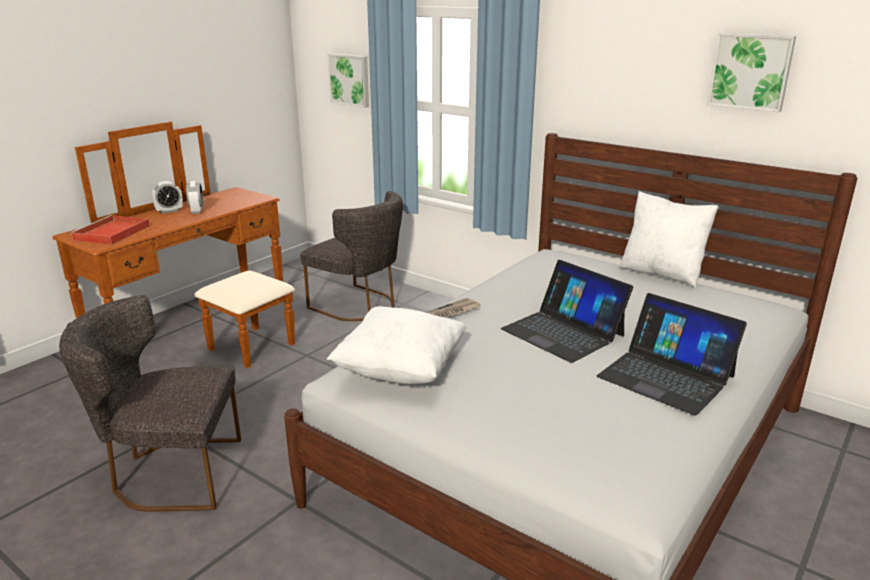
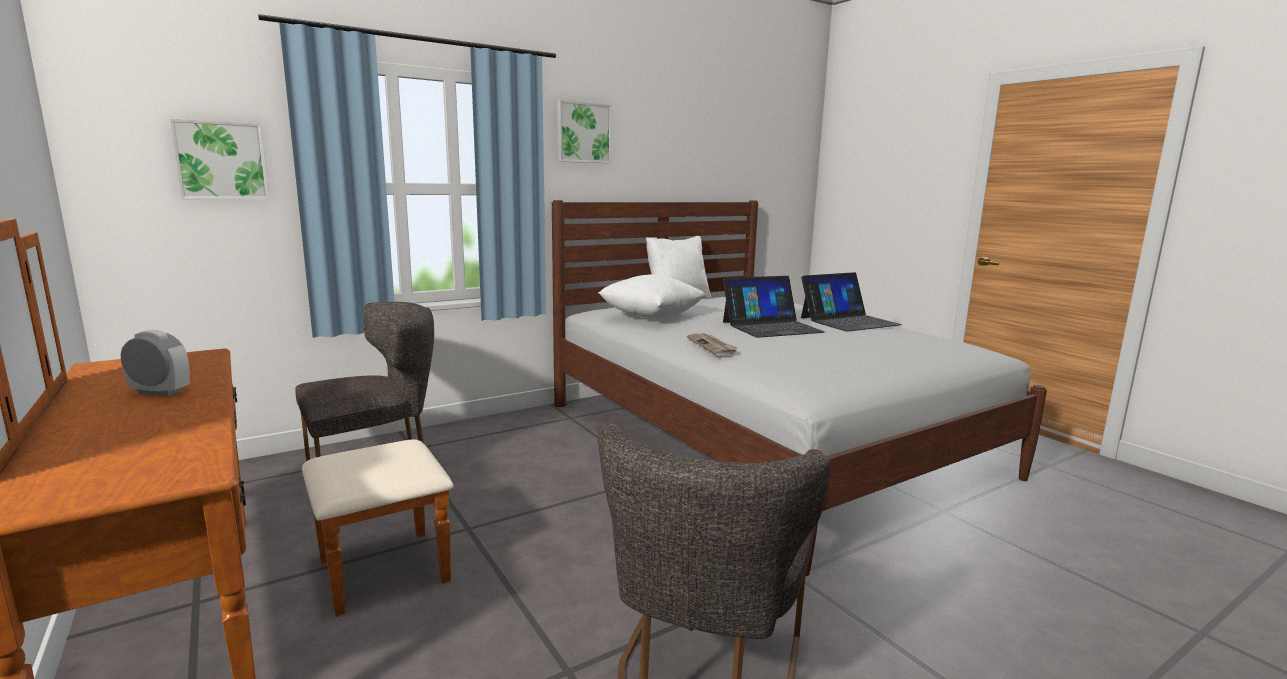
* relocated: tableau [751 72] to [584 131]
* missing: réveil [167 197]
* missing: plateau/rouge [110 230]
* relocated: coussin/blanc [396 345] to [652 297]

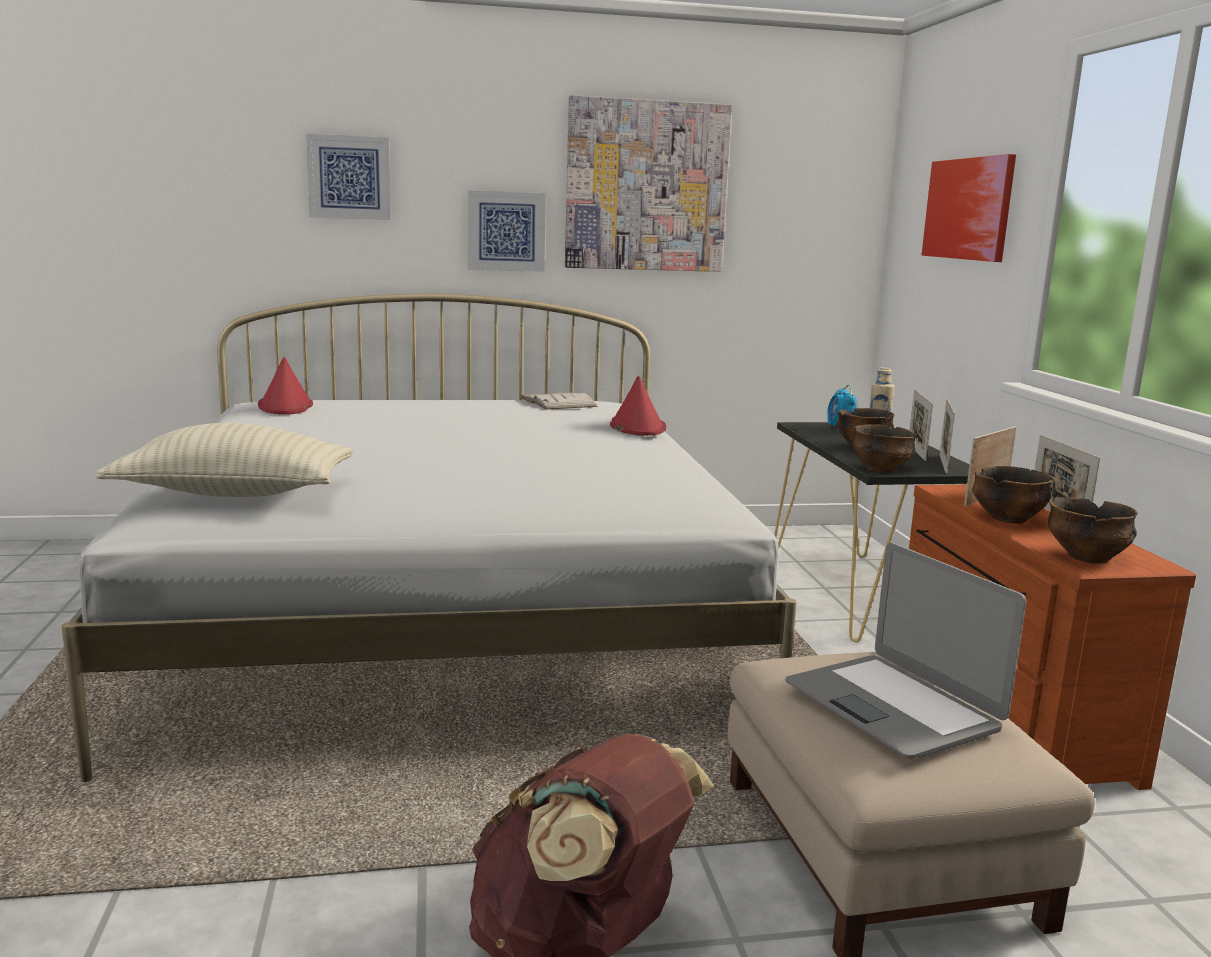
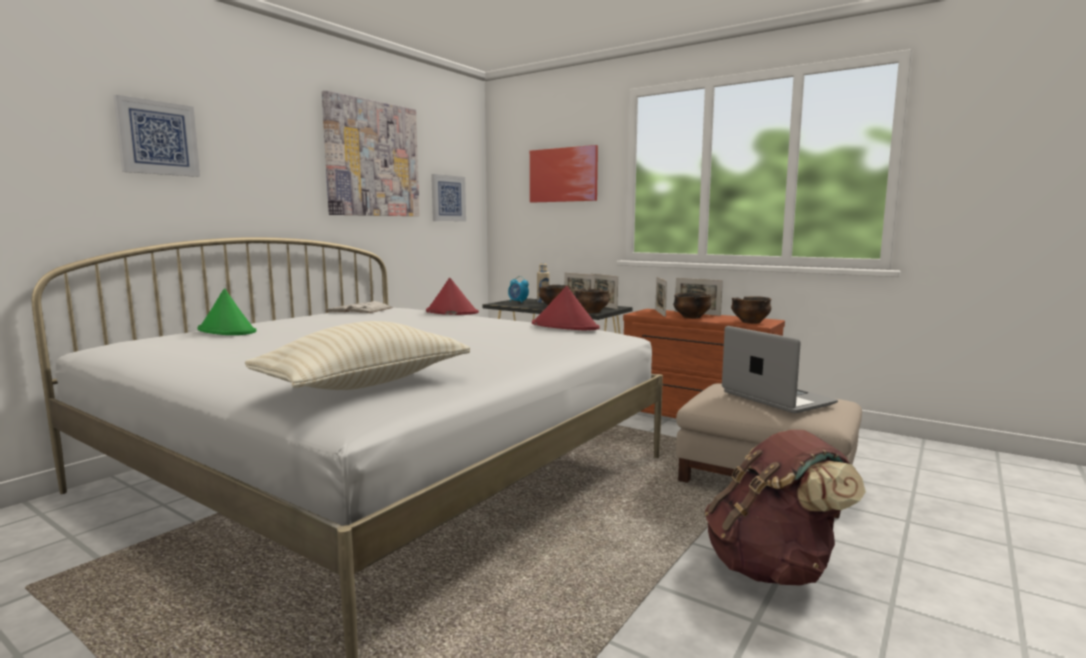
* relocated: tableau [507 231] to [448 197]
* relocated: chapeau/rouge [285 386] to [565 308]
* spun: ordinateur portable [906 650] = [780 370] 135 degrees counterclockwise
* appeared: chapeau/vert [226 311]

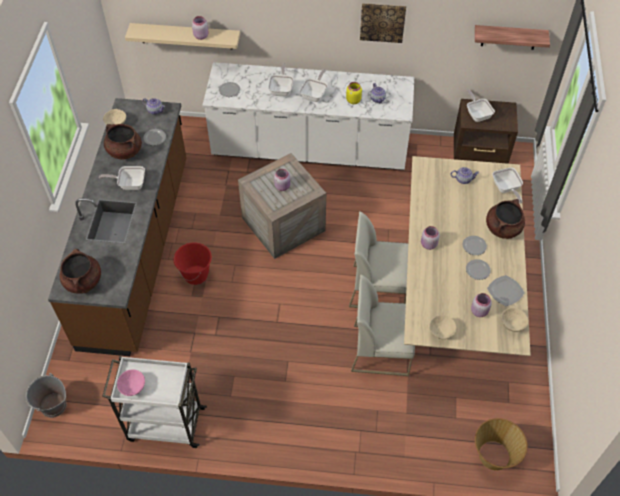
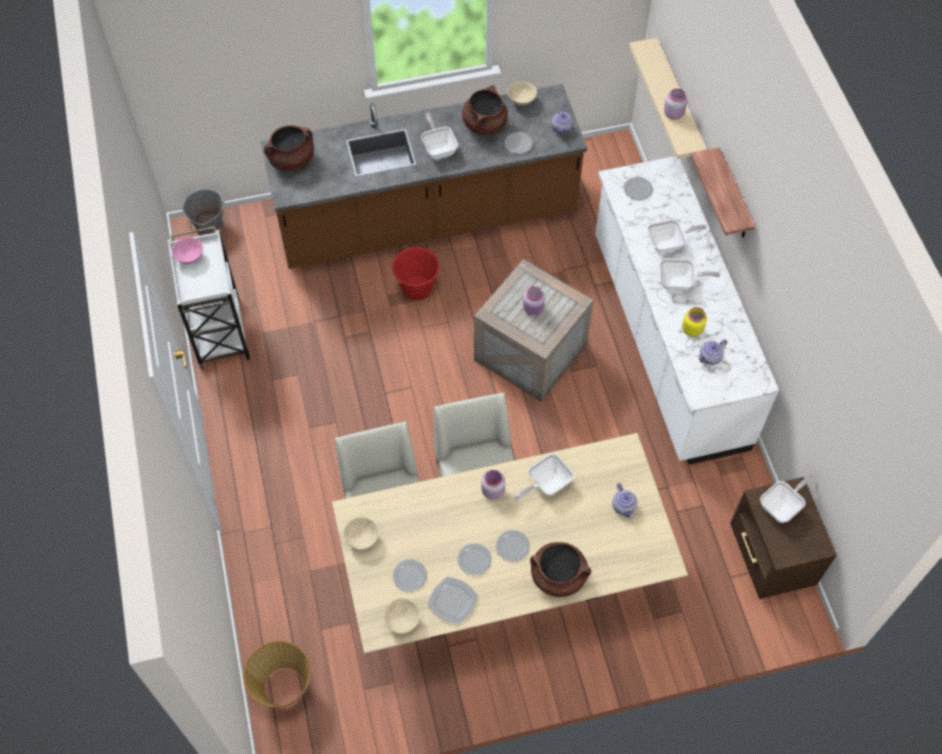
* missing: tableau [383 23]
* relocated: étagère [512 37] to [723 192]
* relocated: poêle [507 185] to [544 477]
* exchanged: bocal/rose [481 305] to assiette [410 575]

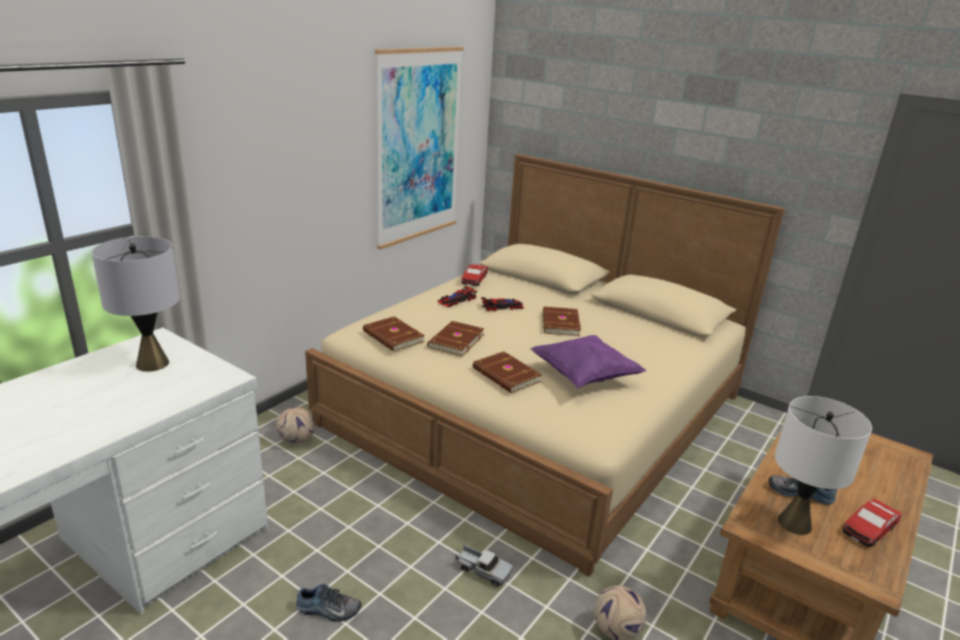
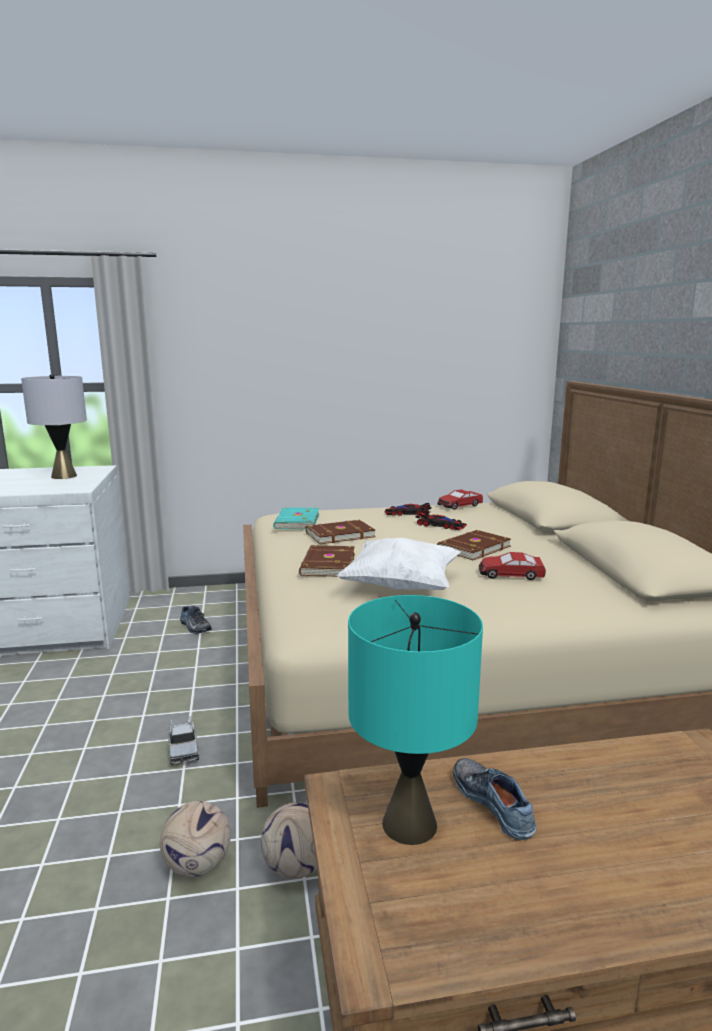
* missing: tableau [419 148]
* colour: livre/marron [394 334] to livre/turquoise [296 518]
* colour: coussin/violet [588 361] to coussin/blanc [399 564]
* colour: lampe de table/blanc [823 465] to lampe de table/turquoise [415 720]
* relocated: ballon de foot [295 425] to [289 840]
* relocated: petite voiture [872 522] to [512 566]
* relocated: chaussure [328 603] to [196 620]

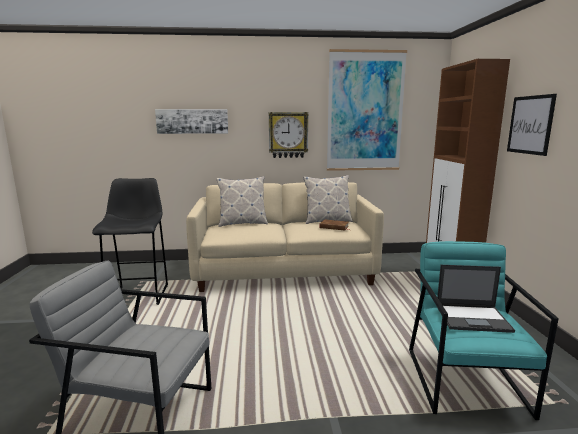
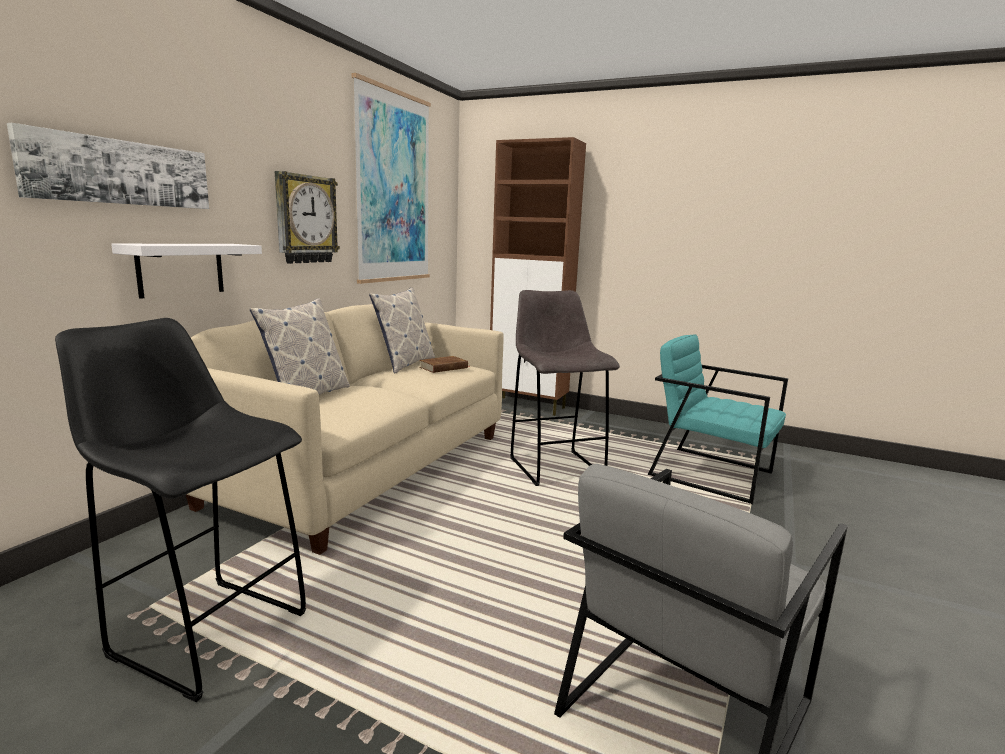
* missing: tableau [532 125]
* missing: ordinateur portable [476 299]
* appeared: étagère/blanc [186 271]
* appeared: tabouret/gris [565 388]

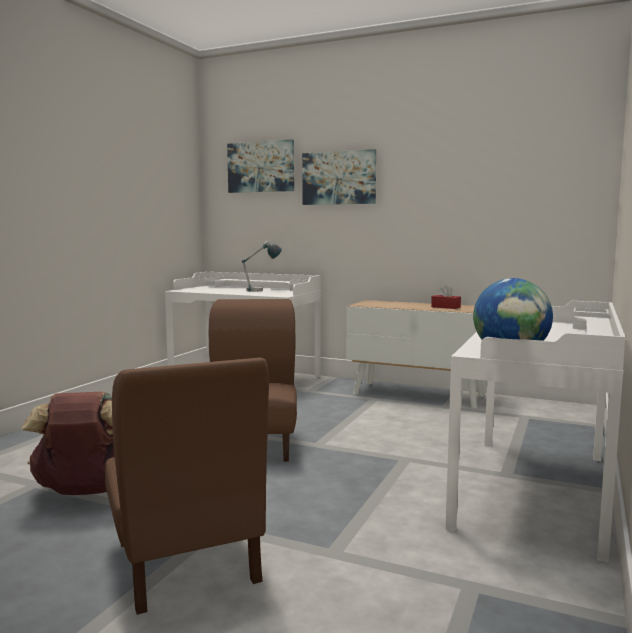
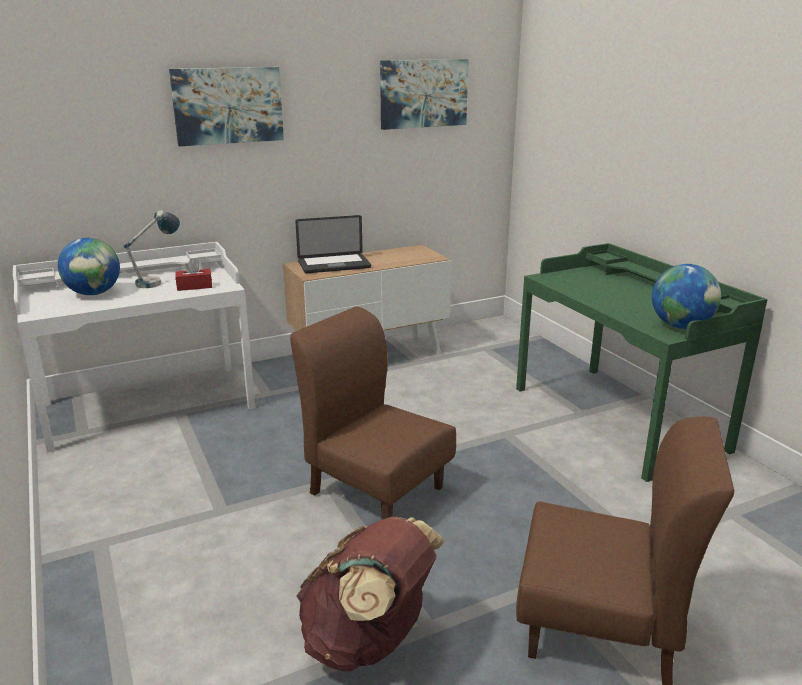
* relocated: tableau [260 166] to [424 94]
* relocated: boîte à mouchoirs/rouge [446 297] to [193 275]
* colour: bureau/blanc [535 432] to bureau/vert [642 362]
* appeared: ordinateur portable [333 244]
* appeared: globe [89 266]

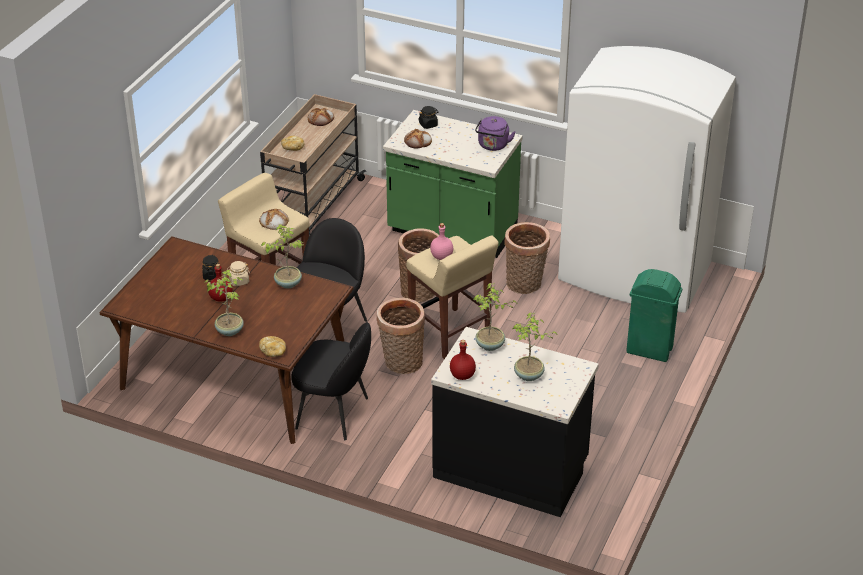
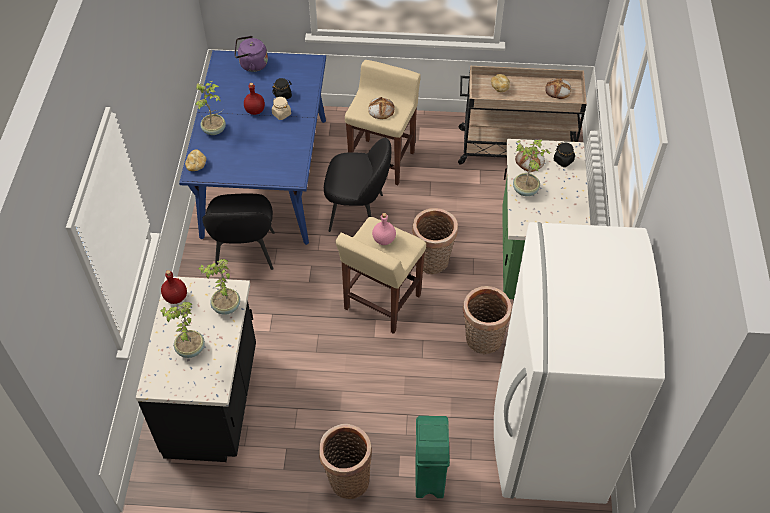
* relocated: bouilloire/violet [495 133] to [251 54]
* relocated: plante en pot [282 256] to [531 167]
* colour: table à manger/marron [227 340] to table à manger/bleu [252 147]
* relocated: panier [400 336] to [345 461]

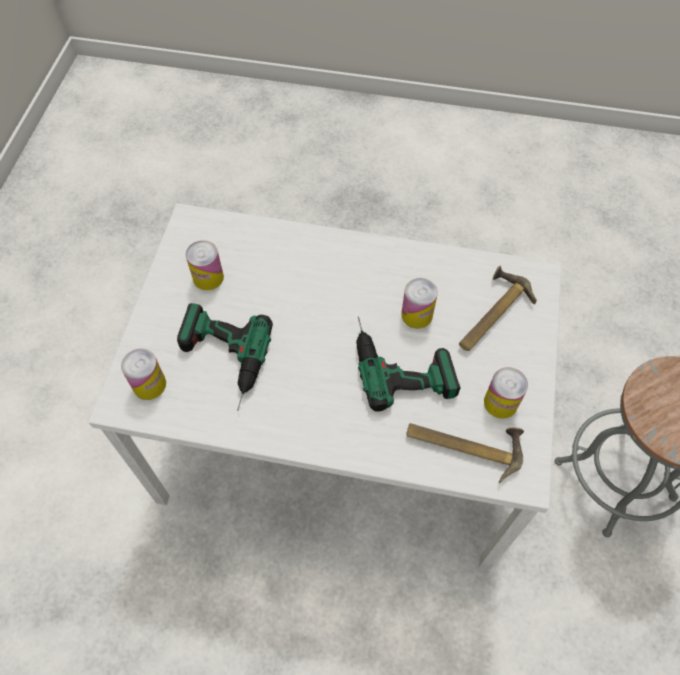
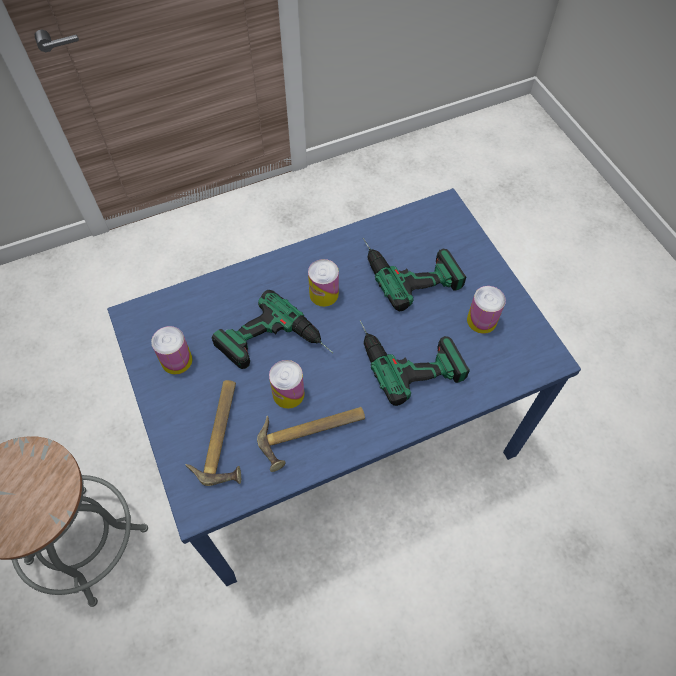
* colour: table à manger/blanc [325 386] to table à manger/bleu [344 387]
* relocated: boîte métallique [143 374] to [323 283]
* relocated: marteau [465 453] to [311 439]
* appeared: perceuse [414 363]

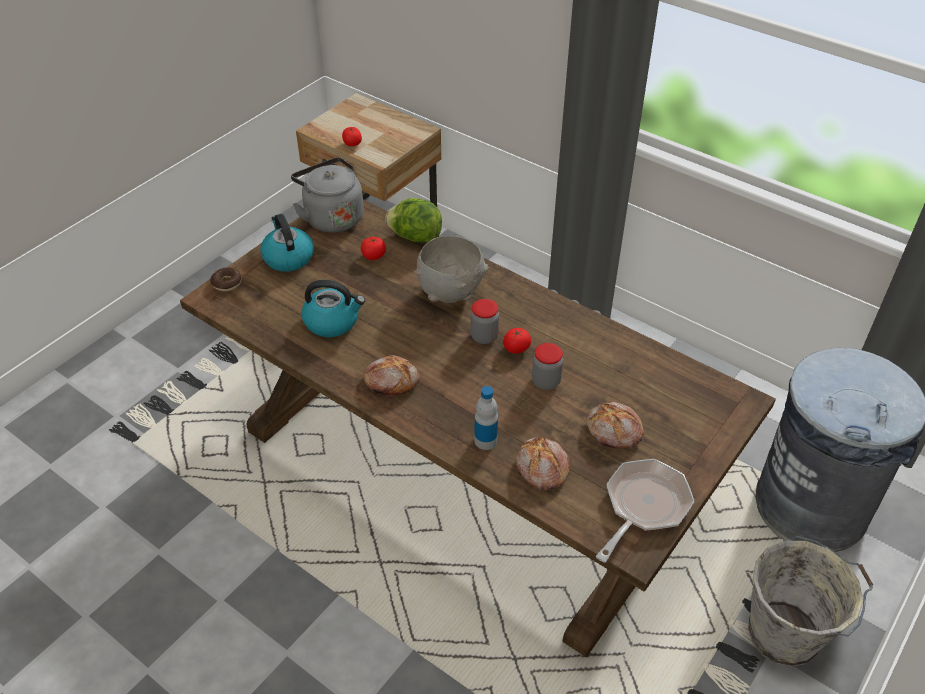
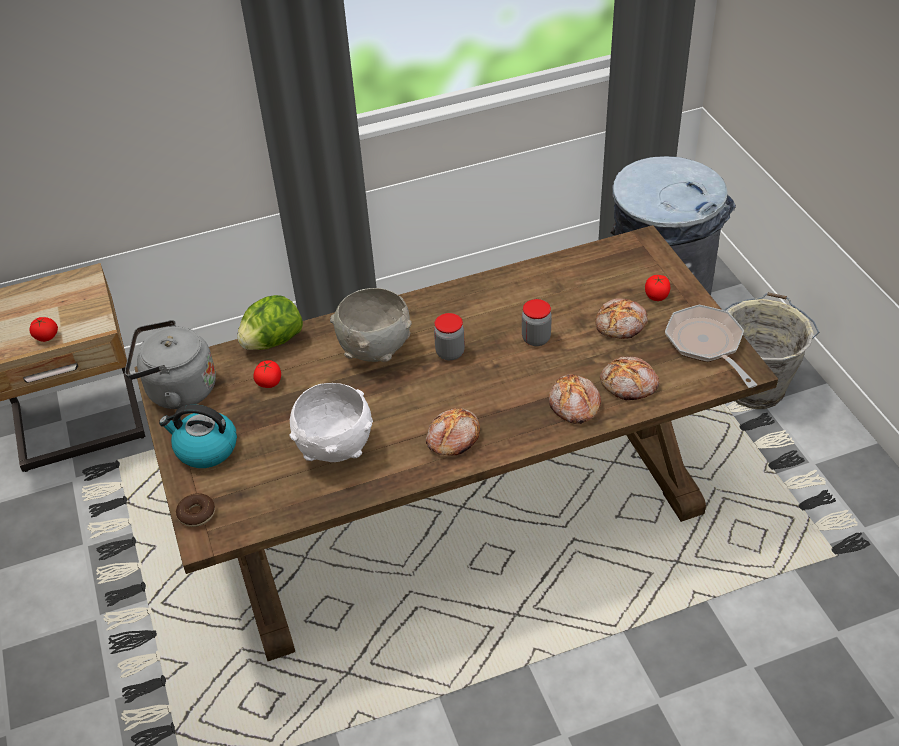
* exchanged: bouilloire [333 308] to bol/blanc [331 422]
* relocated: tomate [517 341] to [657 288]
* exchanged: bouteille [486 418] to pain [575 399]

